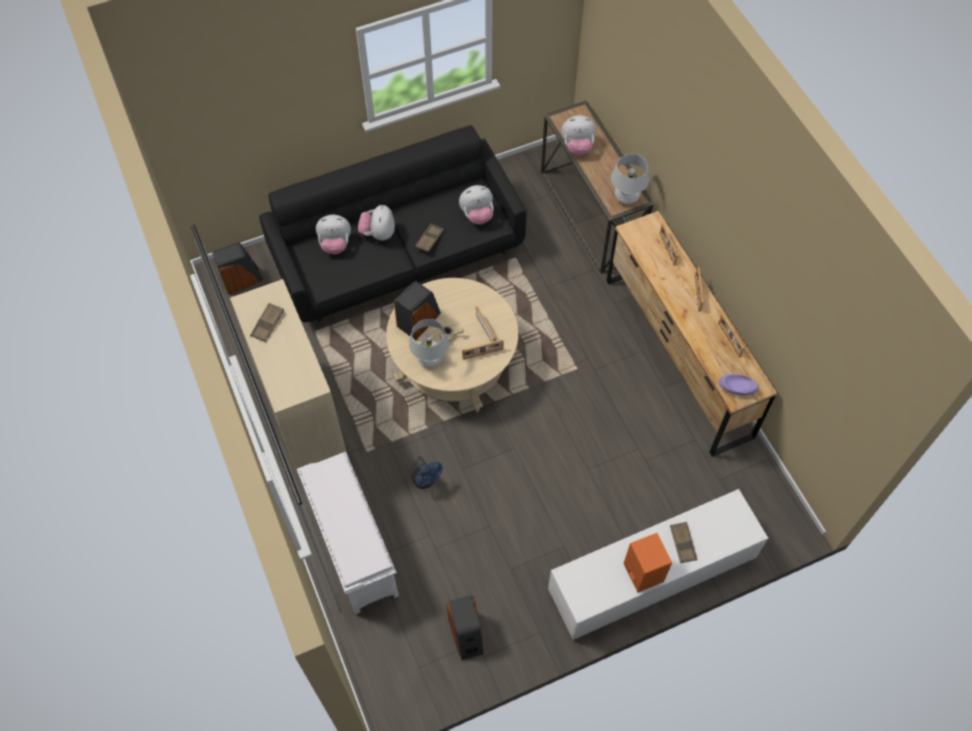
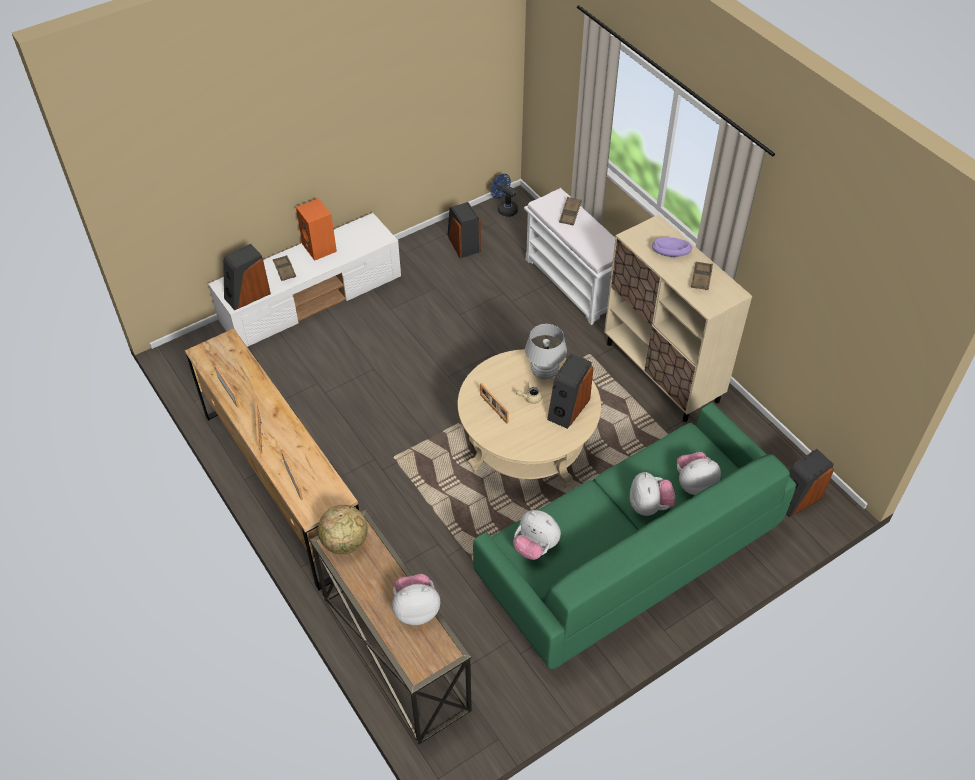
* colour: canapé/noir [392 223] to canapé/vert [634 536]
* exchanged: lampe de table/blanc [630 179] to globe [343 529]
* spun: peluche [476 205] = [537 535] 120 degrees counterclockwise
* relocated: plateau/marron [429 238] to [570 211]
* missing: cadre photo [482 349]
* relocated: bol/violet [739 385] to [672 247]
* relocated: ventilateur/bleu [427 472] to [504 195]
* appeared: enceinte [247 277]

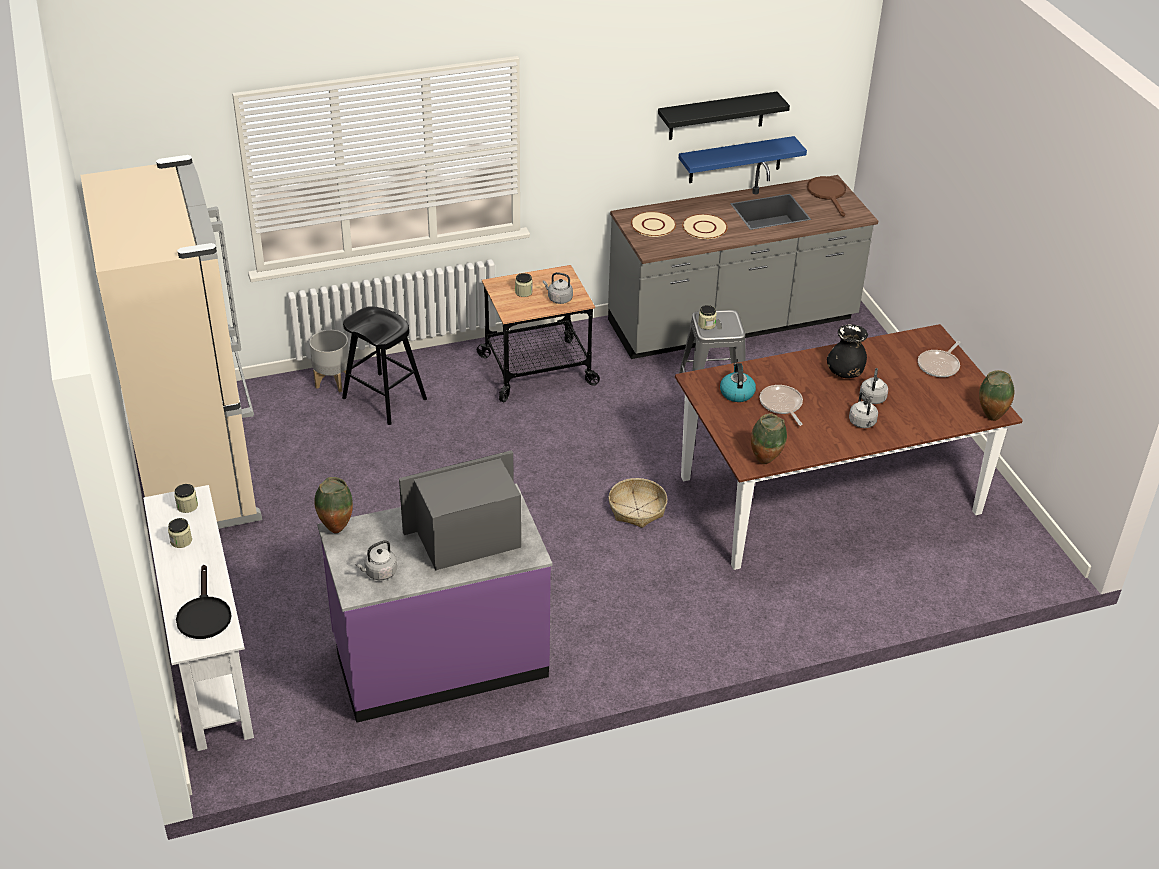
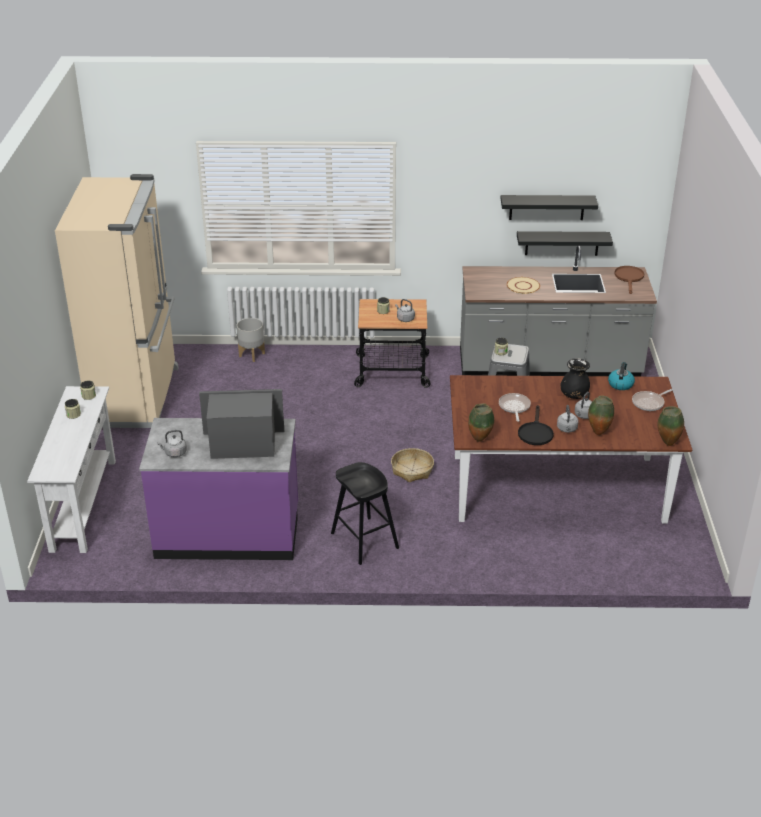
* colour: étagère/bleu [743 159] to étagère/noir [565 243]
* missing: assiette/beige [653 224]
* relocated: tabouret/noir [384 365] to [365 513]
* relocated: bouilloire [738 382] to [621 376]
* relocated: vase [333 505] to [601 415]
* relocated: poêle/noir [204 602] to [536 425]

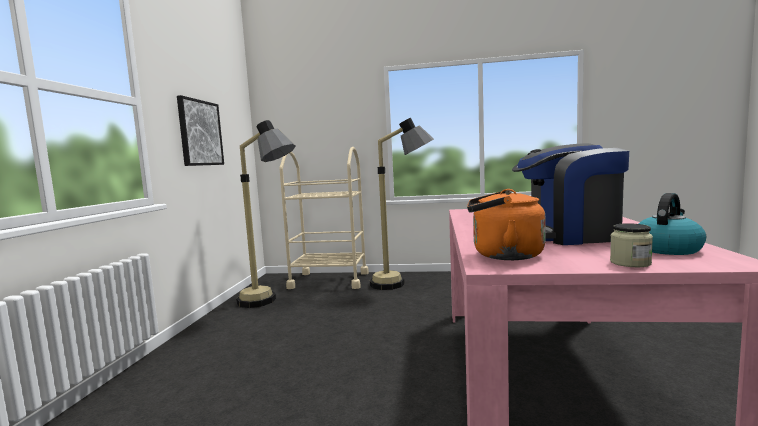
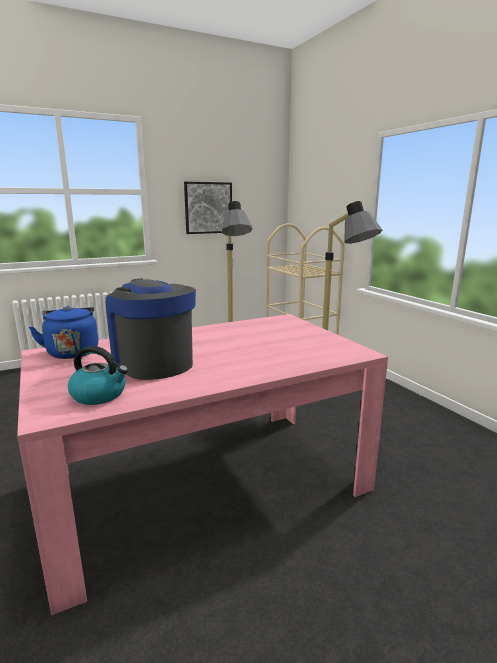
* colour: bouilloire/orange [506 224] to bouilloire/bleu [63 332]
* missing: bocal [631 245]

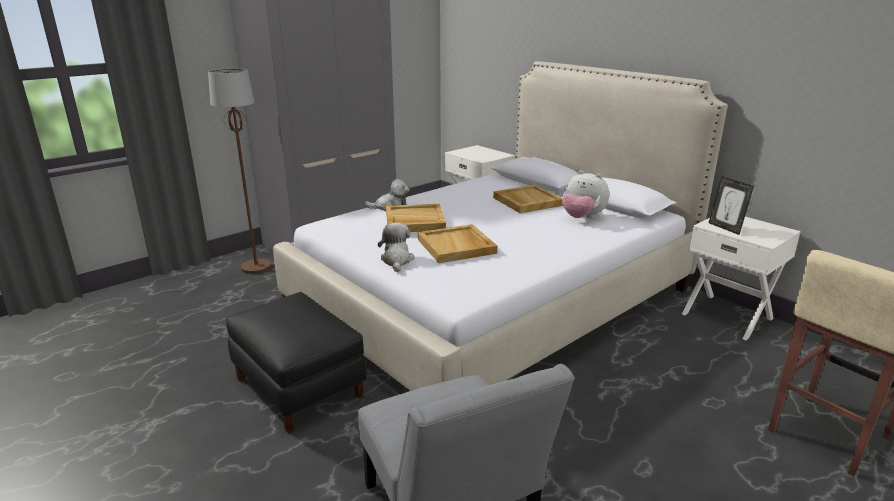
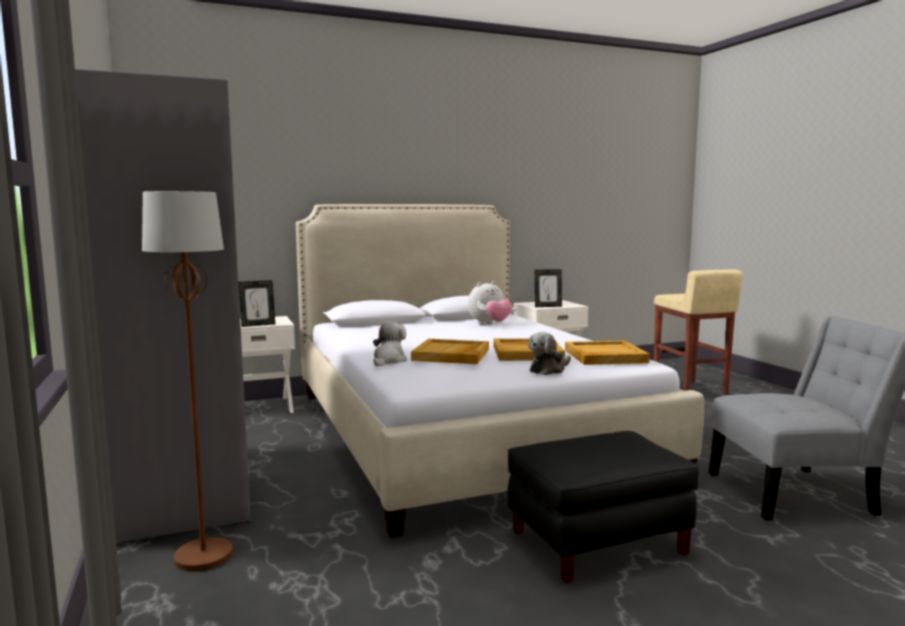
* relocated: plateau/beige [528 199] to [607 352]
* spun: peluche [396 247] = [549 353] 60 degrees counterclockwise
* appeared: cadre photo [256 303]

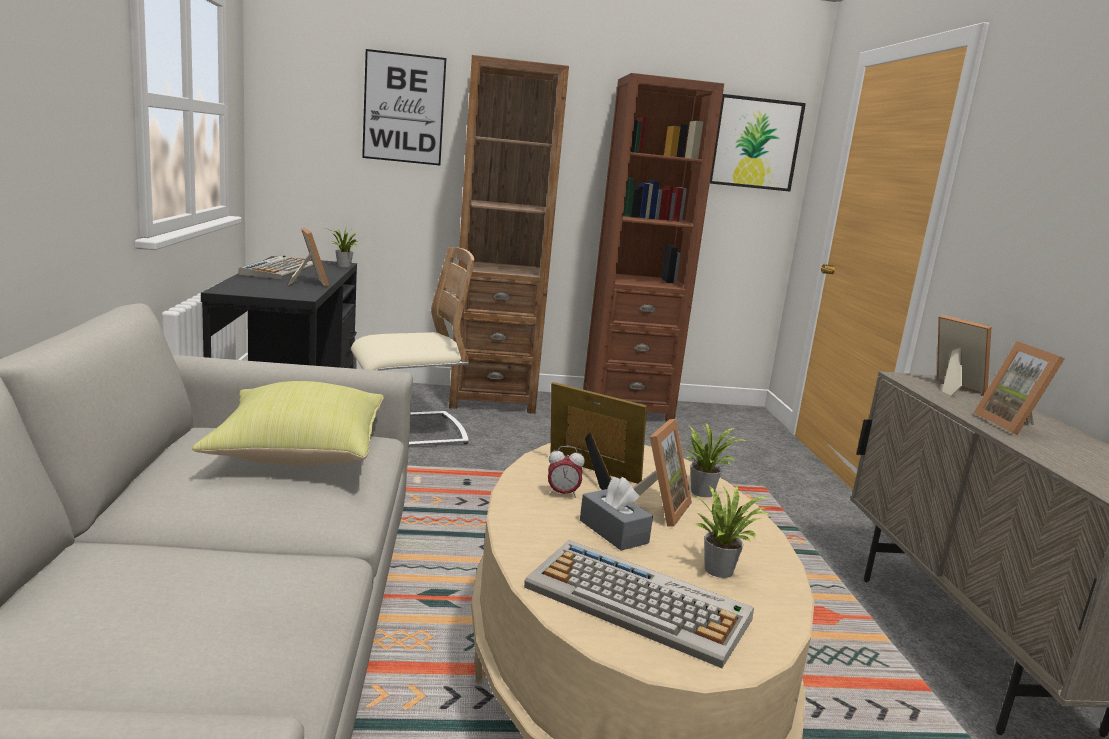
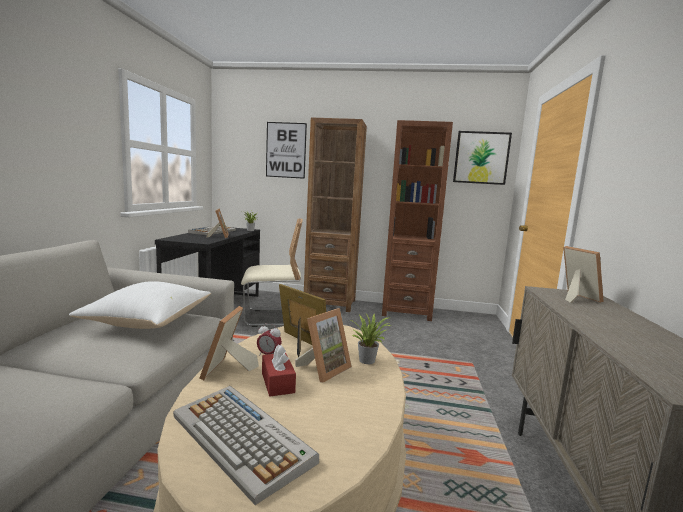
* relocated: cadre photo [1018 388] to [229 343]
* colour: coussin/jaune [288 423] to coussin/blanc [140 305]
* colour: boîte à mouchoirs/gris [616 513] to boîte à mouchoirs/rouge [279 371]
* missing: plante en pot [732 531]

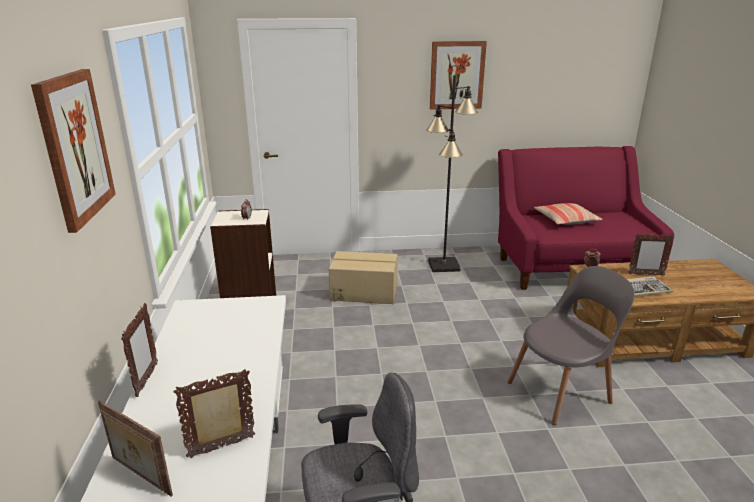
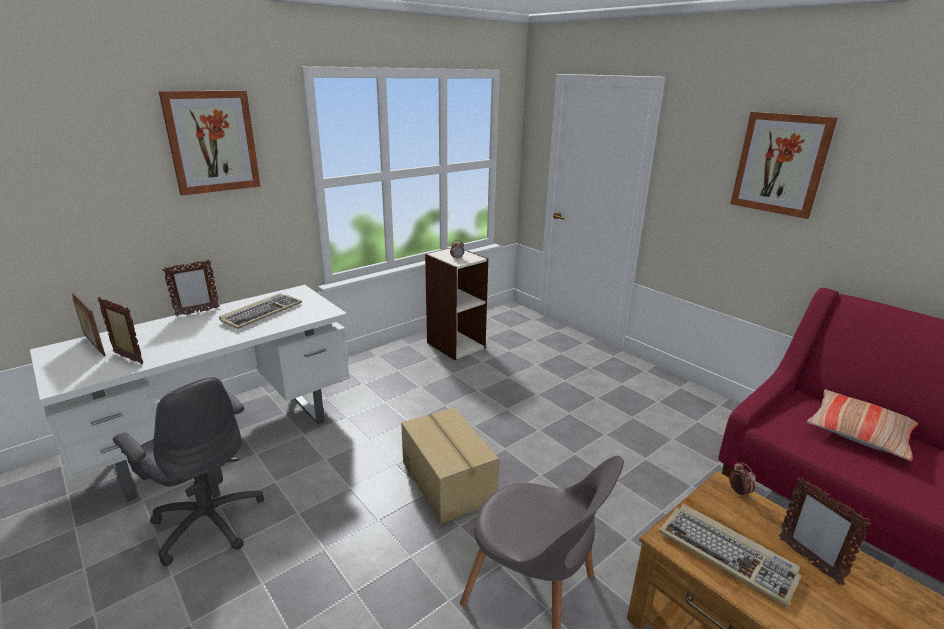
* missing: lampadaire/noir [452 173]
* relocated: carton [363 277] to [450 465]
* spun: cadre photo [135 448] = [89 324] 45 degrees counterclockwise
* appeared: clavier [260 311]

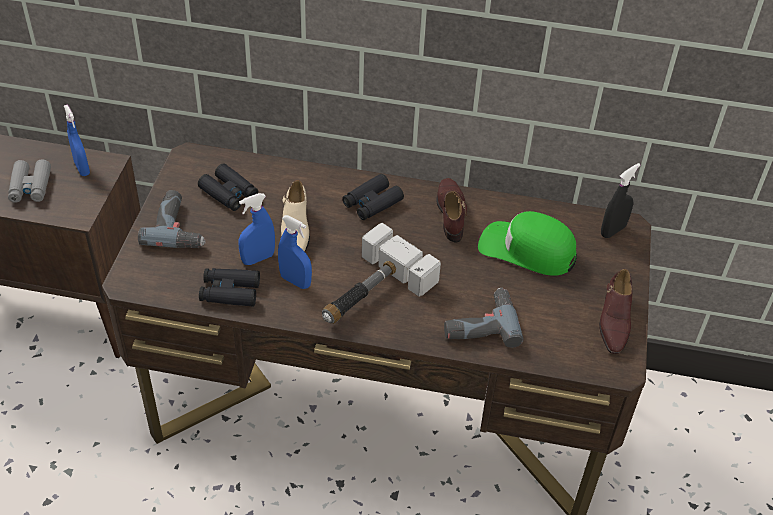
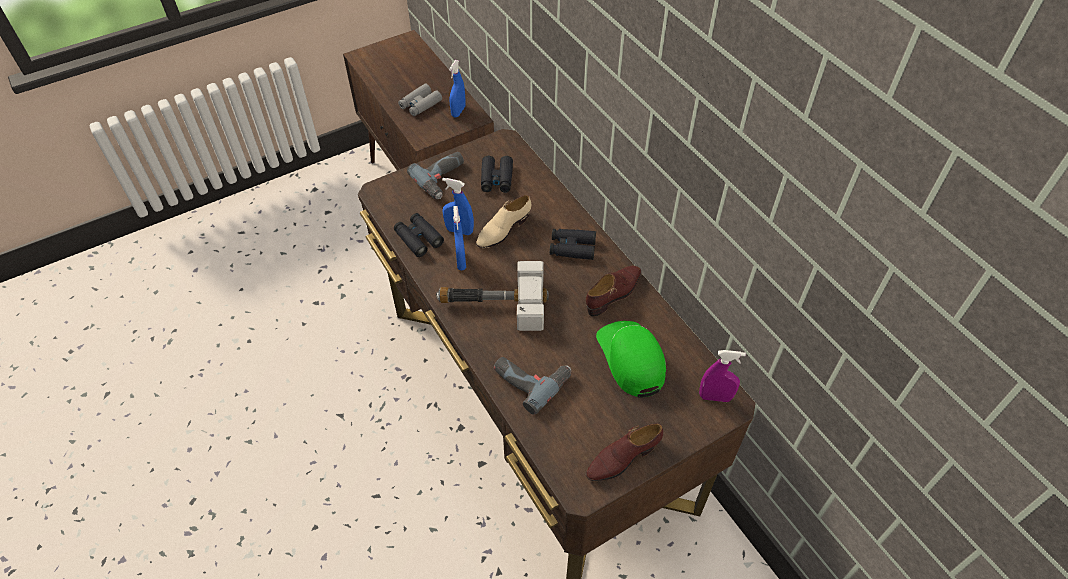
* colour: vaporisateur/noir [620 200] to vaporisateur/violet [722 376]

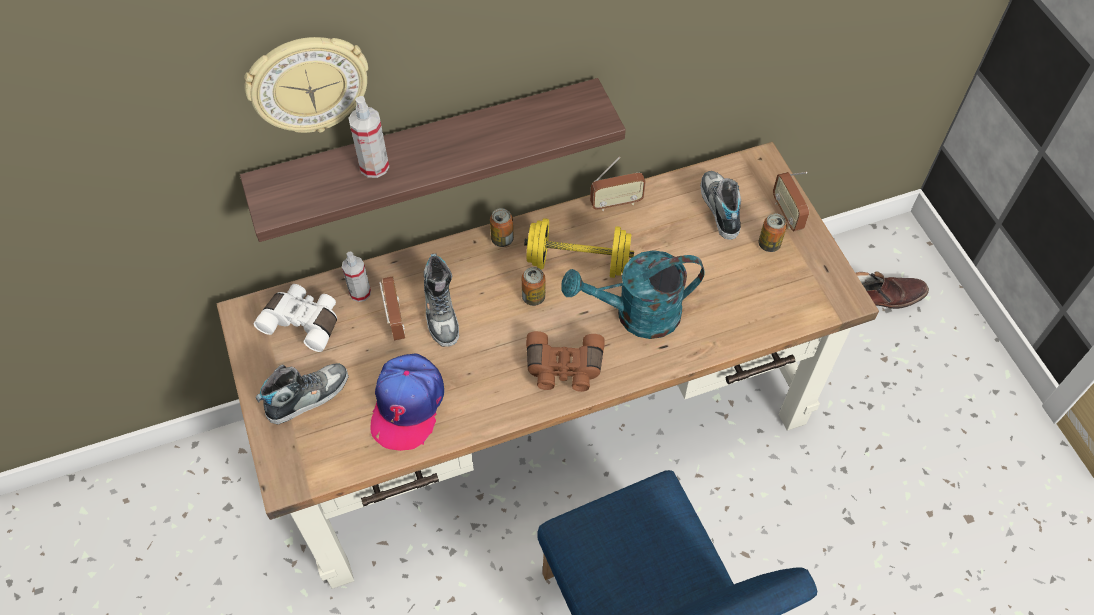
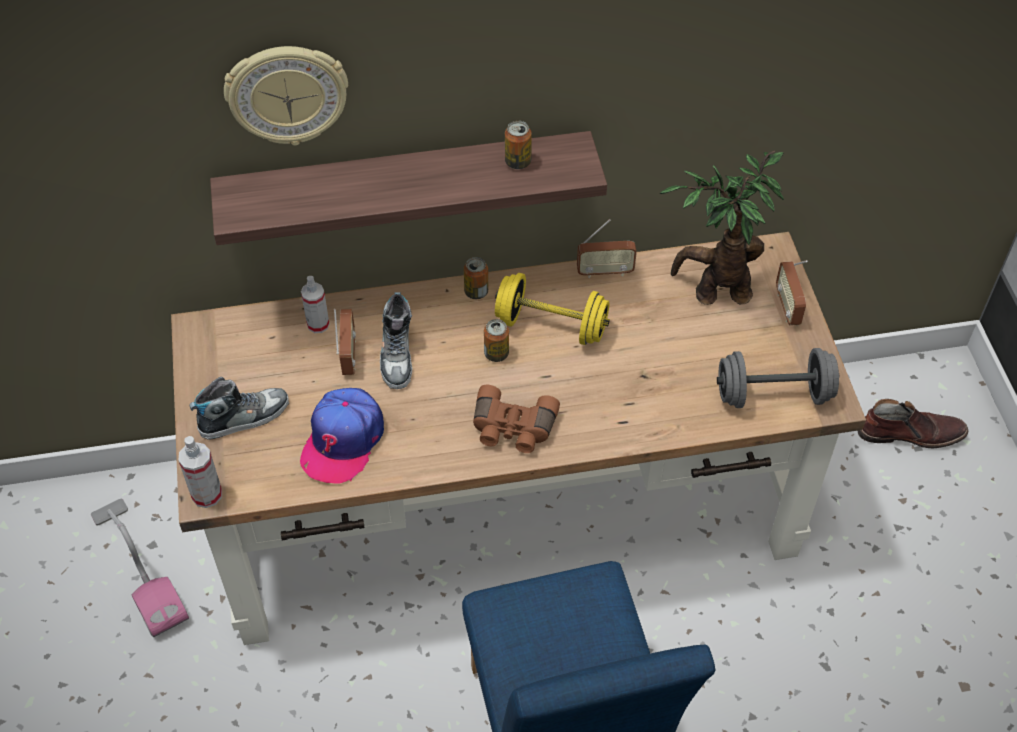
* relocated: vaporisateur [368 137] to [200 472]
* exchanged: chaussure [720 205] to plante en pot [722 228]
* relocated: boîte métallique [773 232] to [518 145]
* missing: arrosoir/turquoise [633 294]
* missing: jumelles/blanc [295 318]
* appeared: haltère/gris [778 378]
* appeared: aspirateur [140 568]

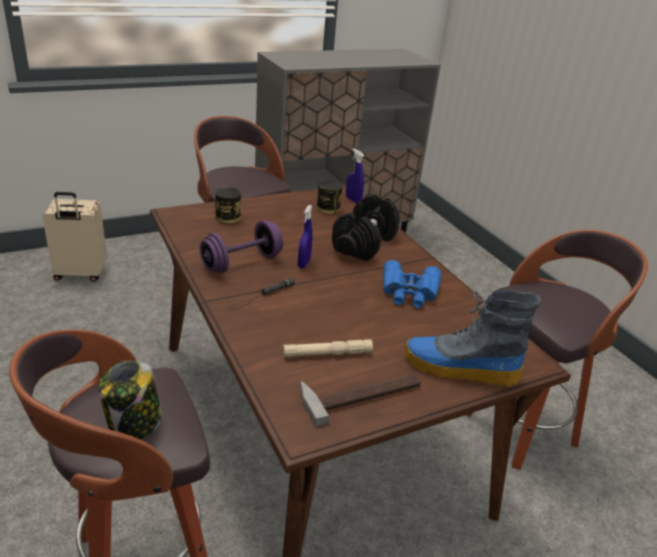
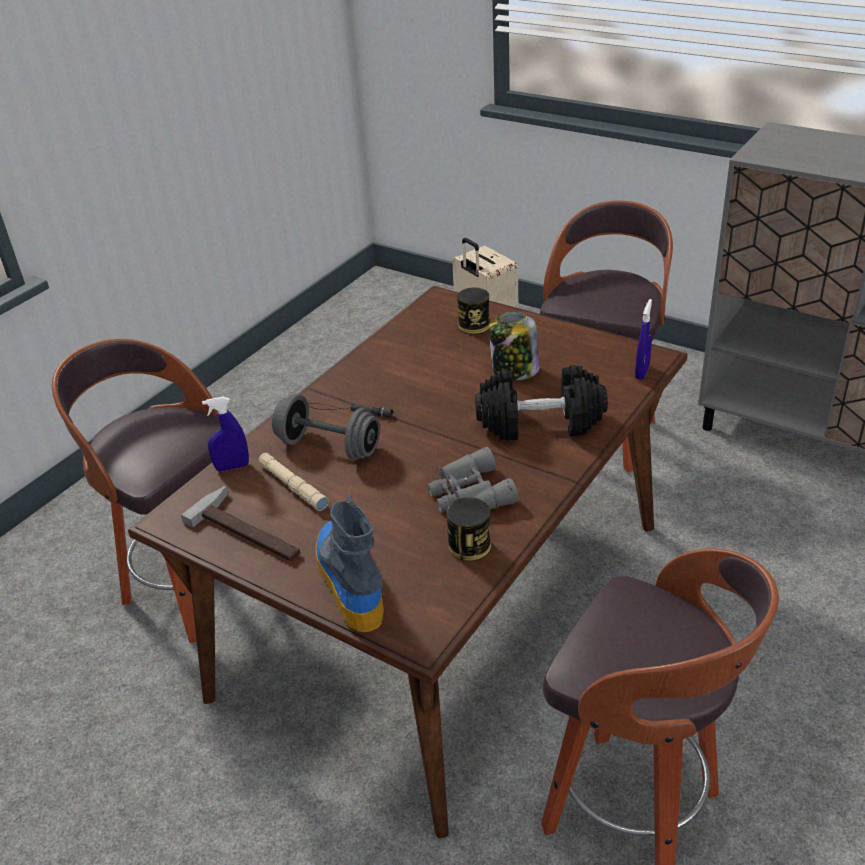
* relocated: boîte métallique [330 197] to [469 529]
* relocated: vaporisateur/bleu [305 236] to [225 434]
* missing: haltère/violet [241 246]
* colour: jumelles/bleu [412 284] to jumelles/gris [473 479]
* relocated: bocal [130 400] to [514 346]
* appeared: haltère/gris [326 427]

